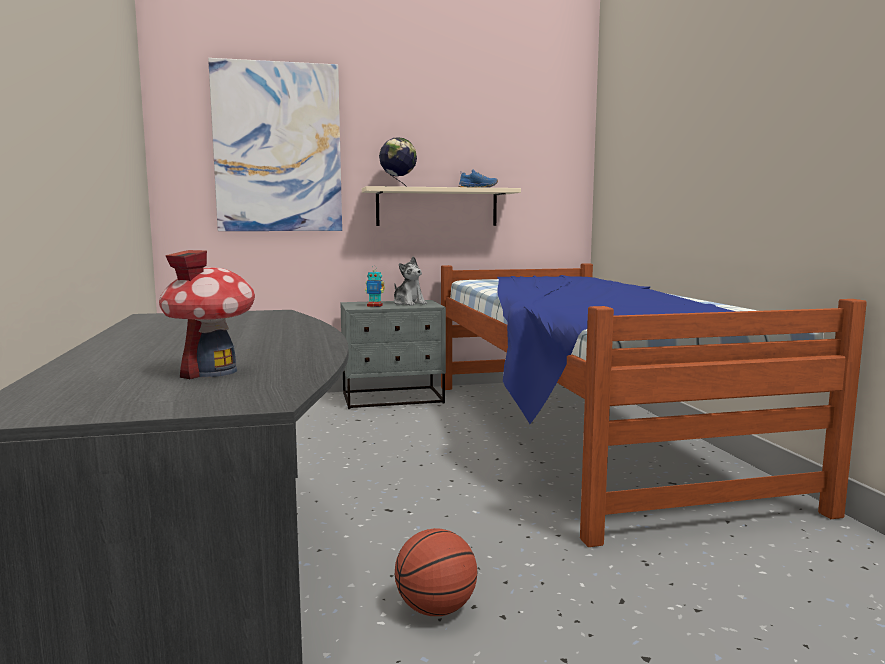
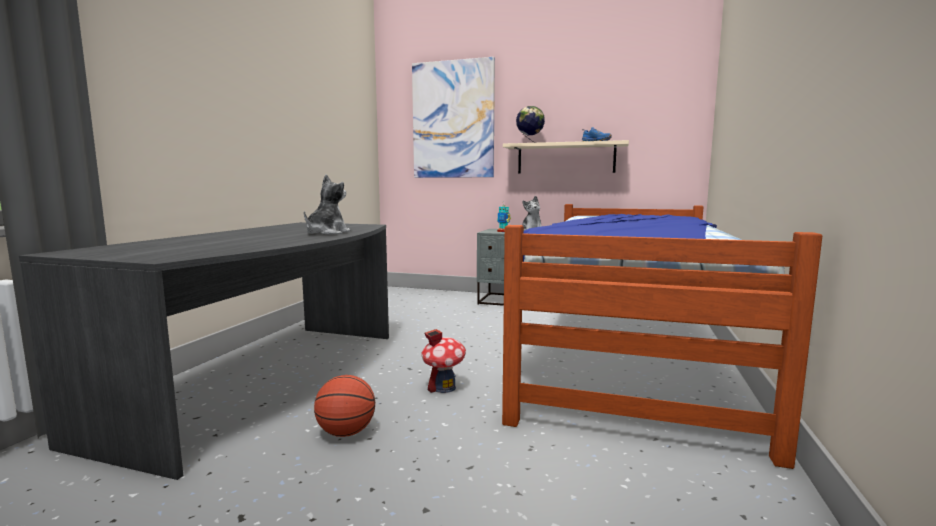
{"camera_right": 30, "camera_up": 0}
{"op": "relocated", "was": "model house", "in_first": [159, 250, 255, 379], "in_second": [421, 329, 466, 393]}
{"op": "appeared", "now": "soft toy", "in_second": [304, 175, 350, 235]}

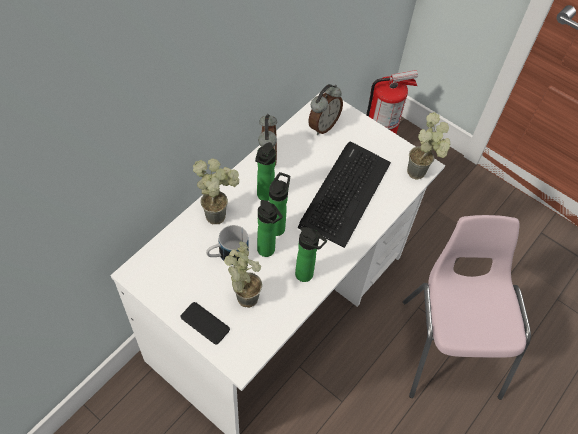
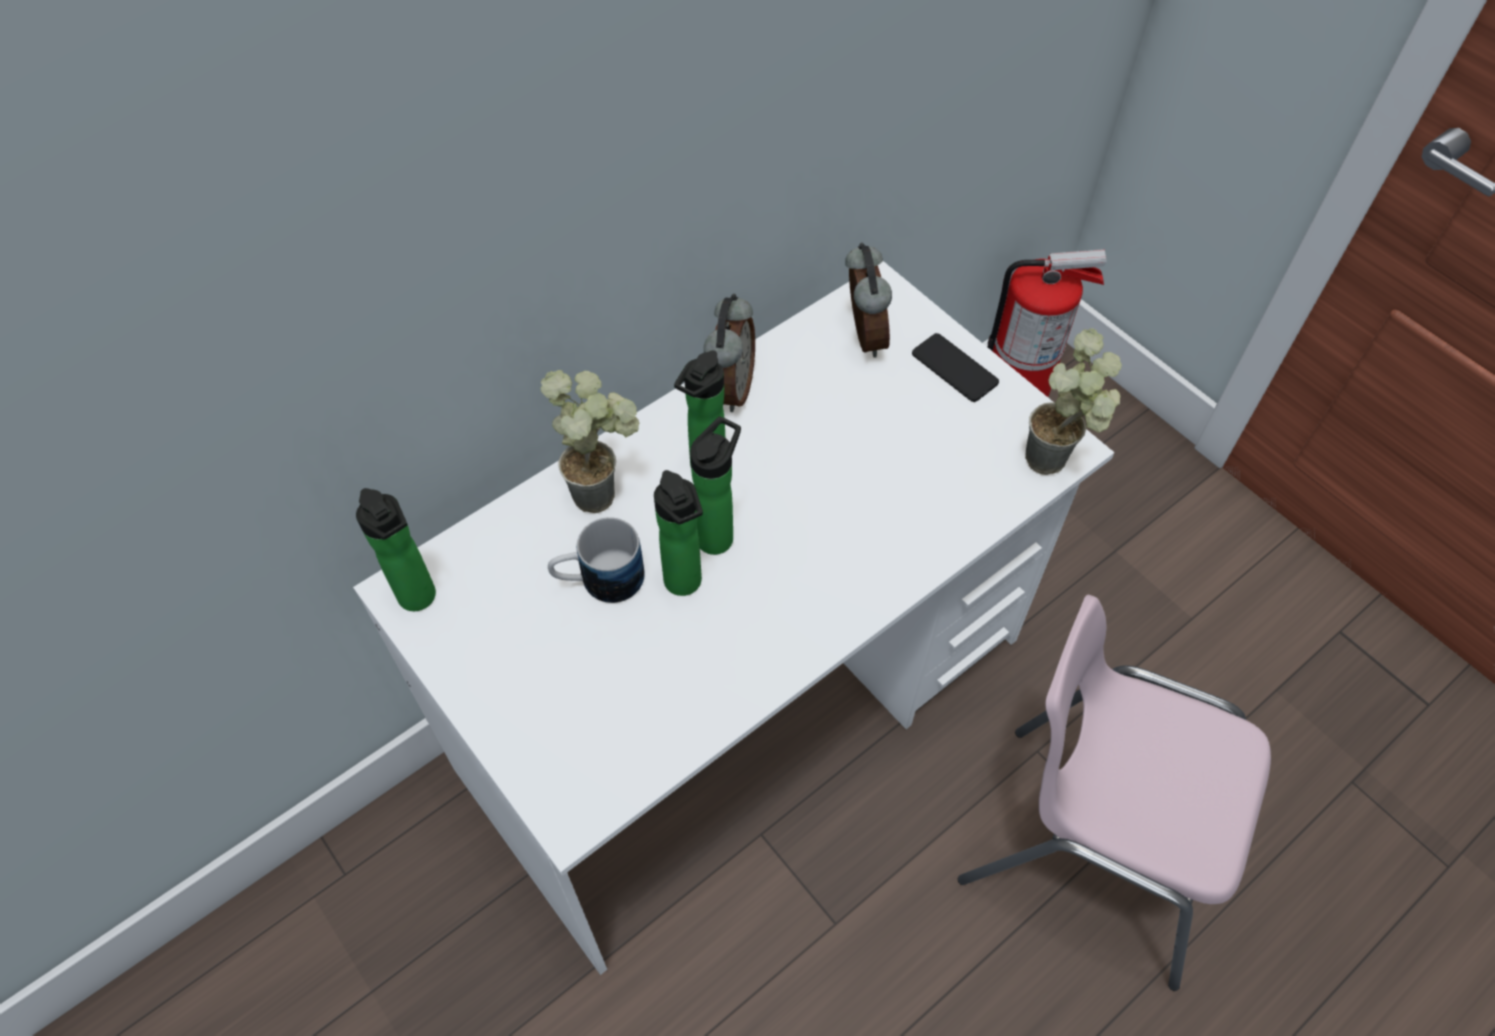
{"camera_right": 15, "camera_up": 0}
{"op": "spun", "was": "table clock", "in_first": [308, 84, 343, 135], "in_second": [845, 243, 892, 358], "clockwise": -60}
{"op": "missing", "was": "keyboard", "in_first": [298, 142, 391, 248]}
{"op": "spun", "was": "pinkish chair", "in_first": [403, 215, 531, 400], "in_second": [958, 595, 1271, 991], "clockwise": -75}
{"op": "relocated", "was": "beverage bottle", "in_first": [295, 227, 327, 282], "in_second": [356, 488, 436, 611]}
{"op": "missing", "was": "potted plant", "in_first": [224, 241, 262, 308]}
{"op": "relocated", "was": "phone", "in_first": [180, 302, 230, 345], "in_second": [912, 333, 999, 402]}

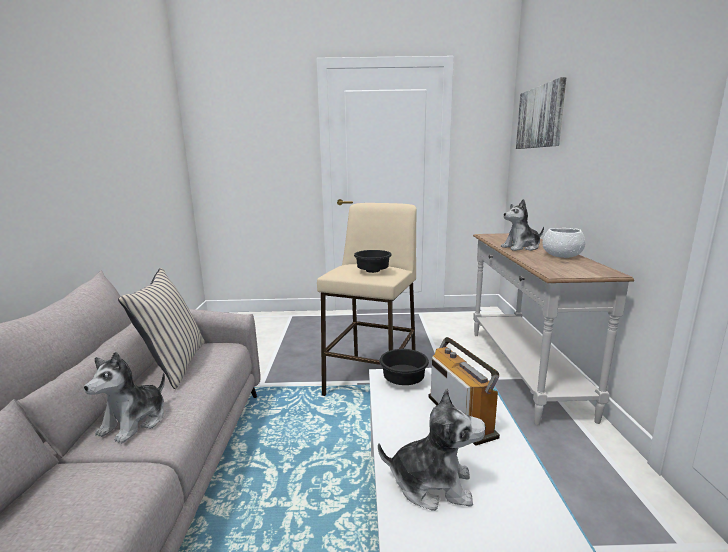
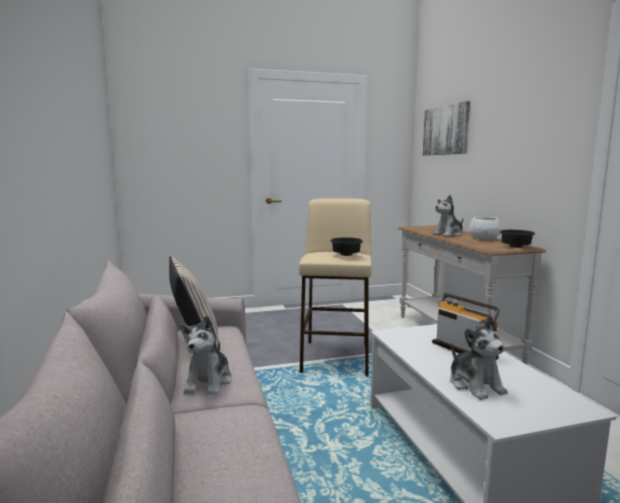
{"camera_right": -15, "camera_up": -5}
{"op": "relocated", "was": "black-coloured deep dish", "in_first": [379, 349, 429, 385], "in_second": [500, 230, 535, 248]}
{"op": "spun", "was": "soft toy", "in_first": [378, 389, 486, 511], "in_second": [450, 316, 508, 400], "clockwise": 75}

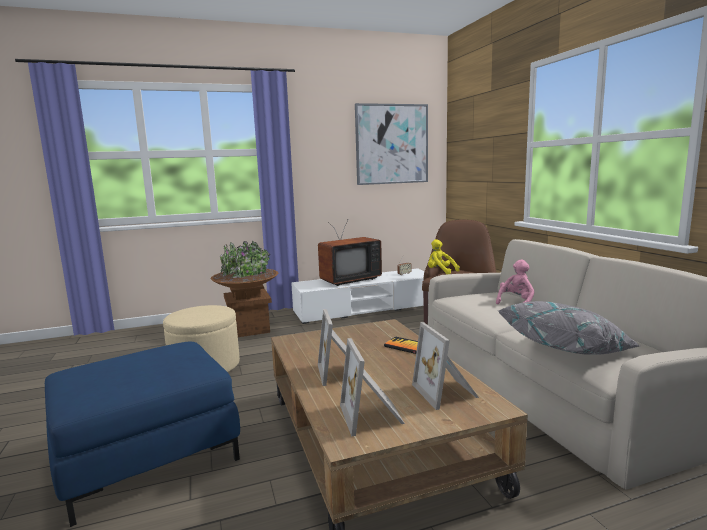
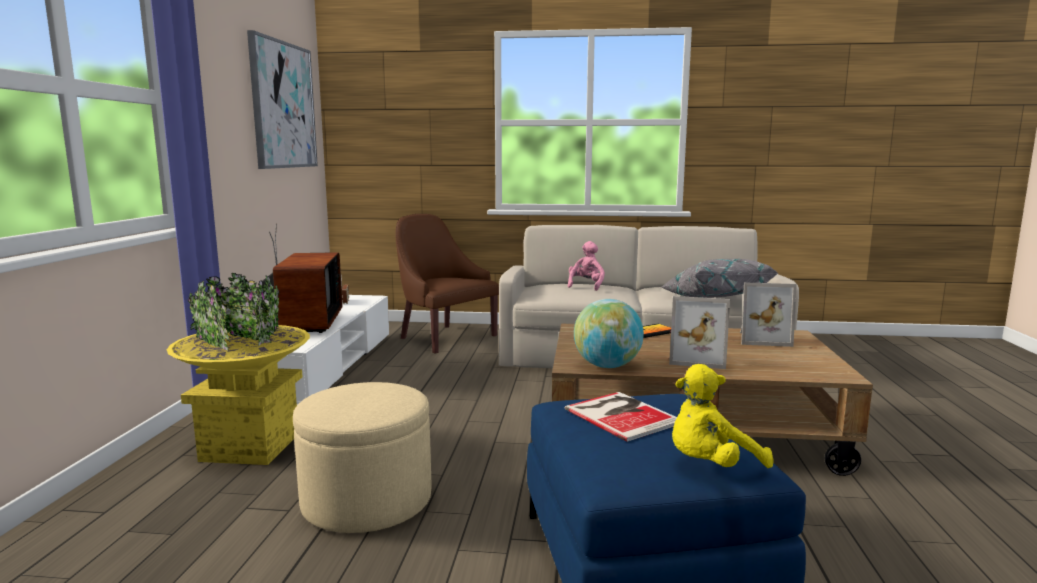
{"camera_right": -65, "camera_up": 0}
{"op": "relocated", "was": "yellowish soft toy", "in_first": [428, 239, 460, 274], "in_second": [672, 364, 773, 468]}
{"op": "colour", "was": "brown plant pot", "now": "yellowish plant pot", "in_first": [211, 241, 279, 337], "in_second": [167, 273, 310, 465]}
{"op": "spun", "was": "pinkish soft toy", "in_first": [496, 260, 535, 304], "in_second": [568, 241, 605, 291], "clockwise": 45}
{"op": "missing", "was": "picture frame", "in_first": [340, 338, 405, 436]}
{"op": "appeared", "now": "globe", "in_second": [574, 299, 644, 368]}
{"op": "appeared", "now": "bound book", "in_second": [565, 392, 677, 442]}

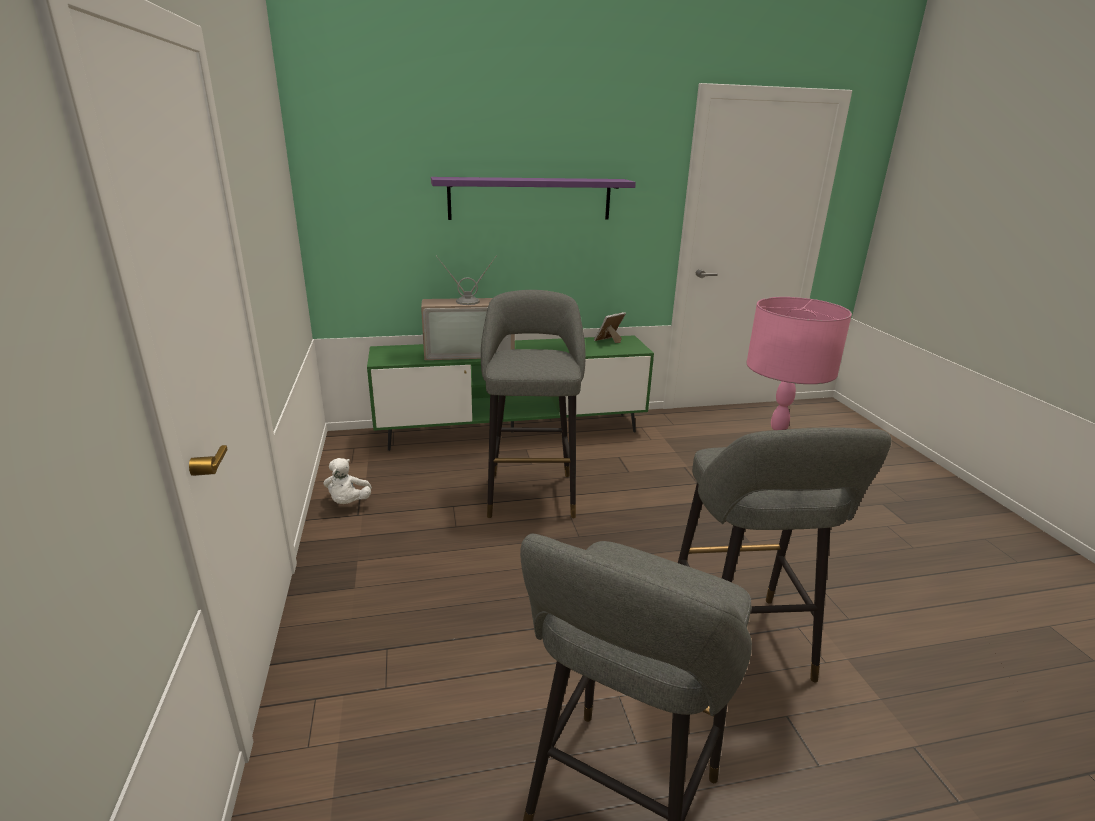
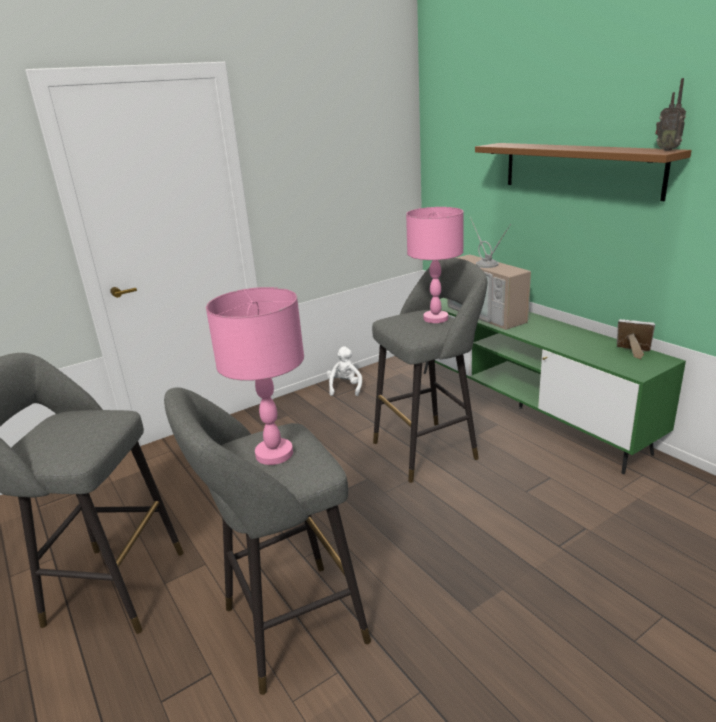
{"camera_right": 70, "camera_up": 0}
{"op": "colour", "was": "purplish shelf", "now": "brown shelf", "in_first": [431, 177, 636, 220], "in_second": [475, 143, 692, 201]}
{"op": "spun", "was": "white-coloured soft toy", "in_first": [323, 458, 372, 504], "in_second": [326, 347, 362, 396], "clockwise": 120}
{"op": "appeared", "now": "radio set", "in_second": [655, 78, 686, 151]}
{"op": "appeared", "now": "pinkish table lamp", "in_second": [406, 207, 464, 323]}

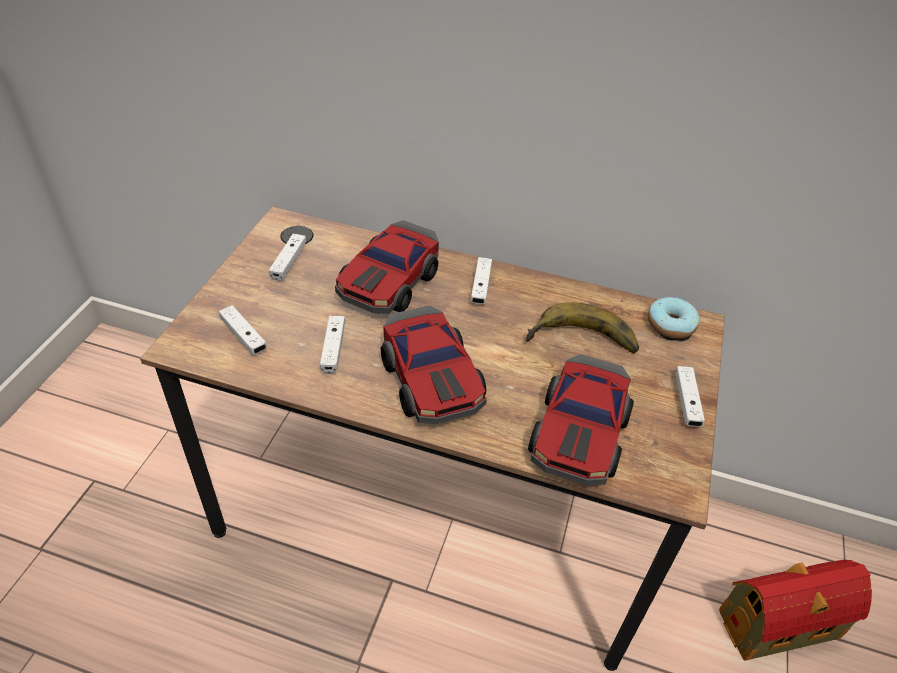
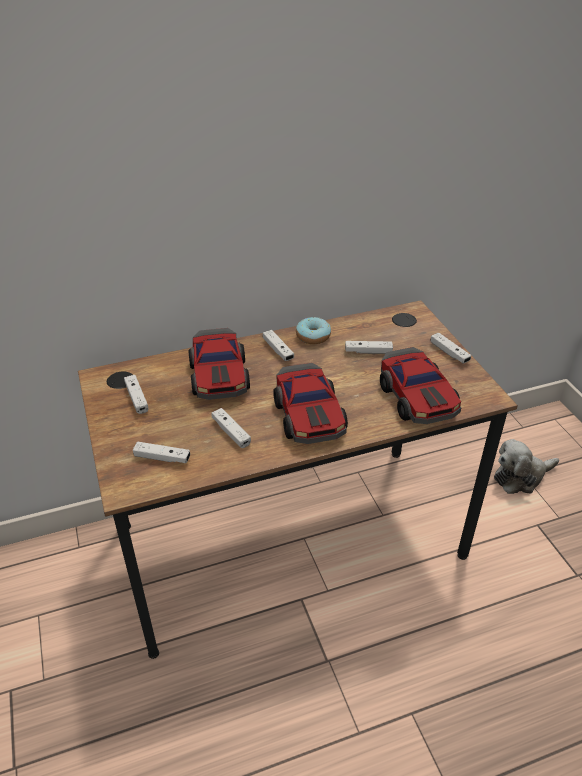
{"camera_right": -35, "camera_up": -5}
{"op": "relocated", "was": "doughnut", "in_first": [648, 296, 699, 339], "in_second": [296, 317, 331, 344]}
{"op": "exchanged", "was": "whole banana", "now": "white-coloured gamepad", "in_first": [525, 302, 639, 354], "in_second": [345, 341, 393, 354]}
{"op": "spun", "was": "miniature car", "in_first": [381, 305, 487, 425], "in_second": [273, 363, 348, 444], "clockwise": 45}
{"op": "exchanged", "was": "model house", "now": "soft toy", "in_first": [719, 559, 872, 661], "in_second": [494, 439, 559, 494]}

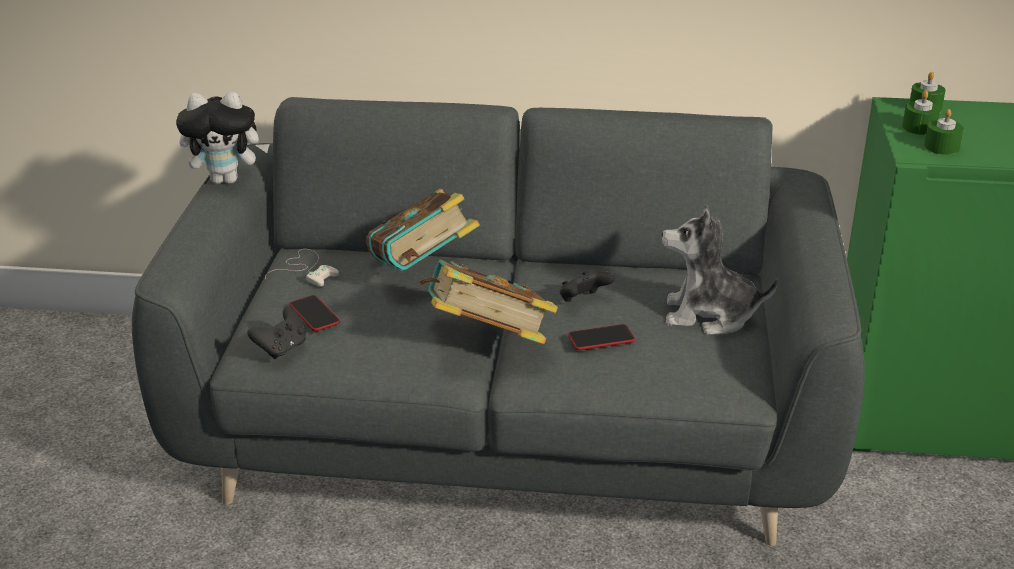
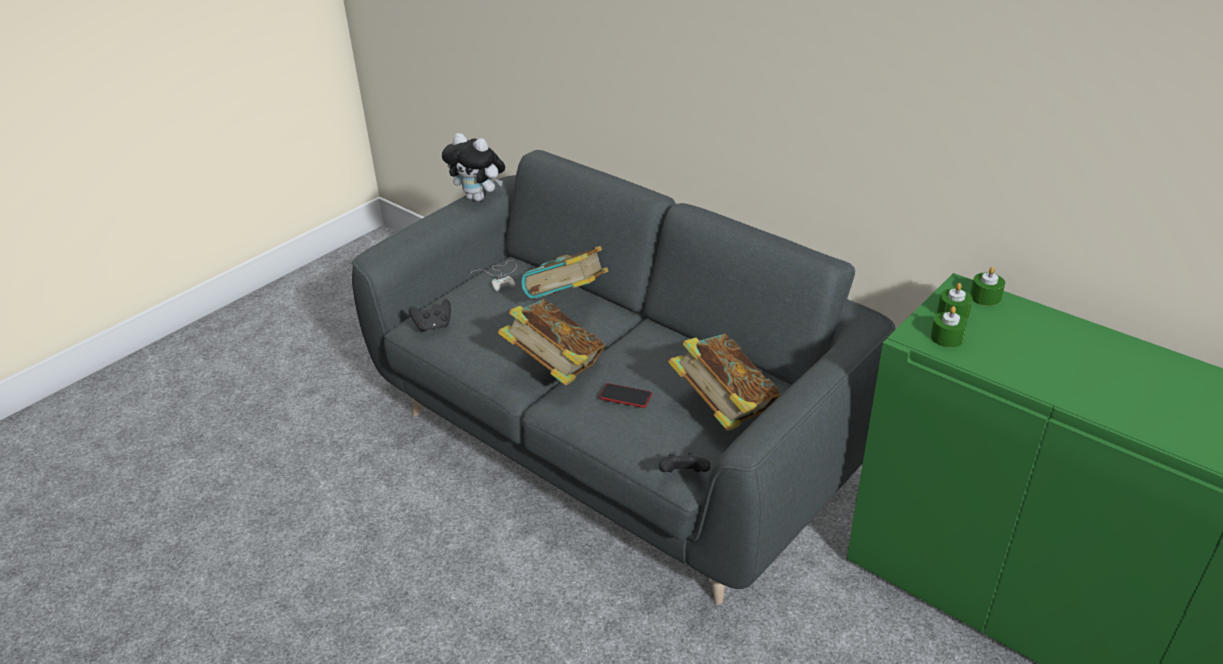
{"camera_right": 35, "camera_up": 5}
{"op": "exchanged", "was": "soft toy", "now": "bound book", "in_first": [662, 205, 778, 335], "in_second": [668, 334, 781, 431]}
{"op": "relocated", "was": "black-coloured gamepad", "in_first": [560, 271, 615, 302], "in_second": [659, 452, 710, 472]}
{"op": "missing", "was": "phone", "in_first": [289, 295, 340, 331]}

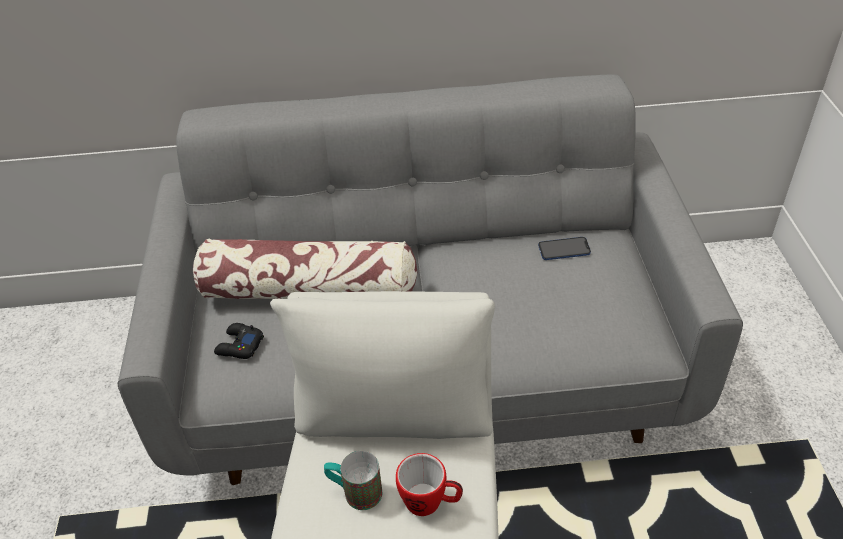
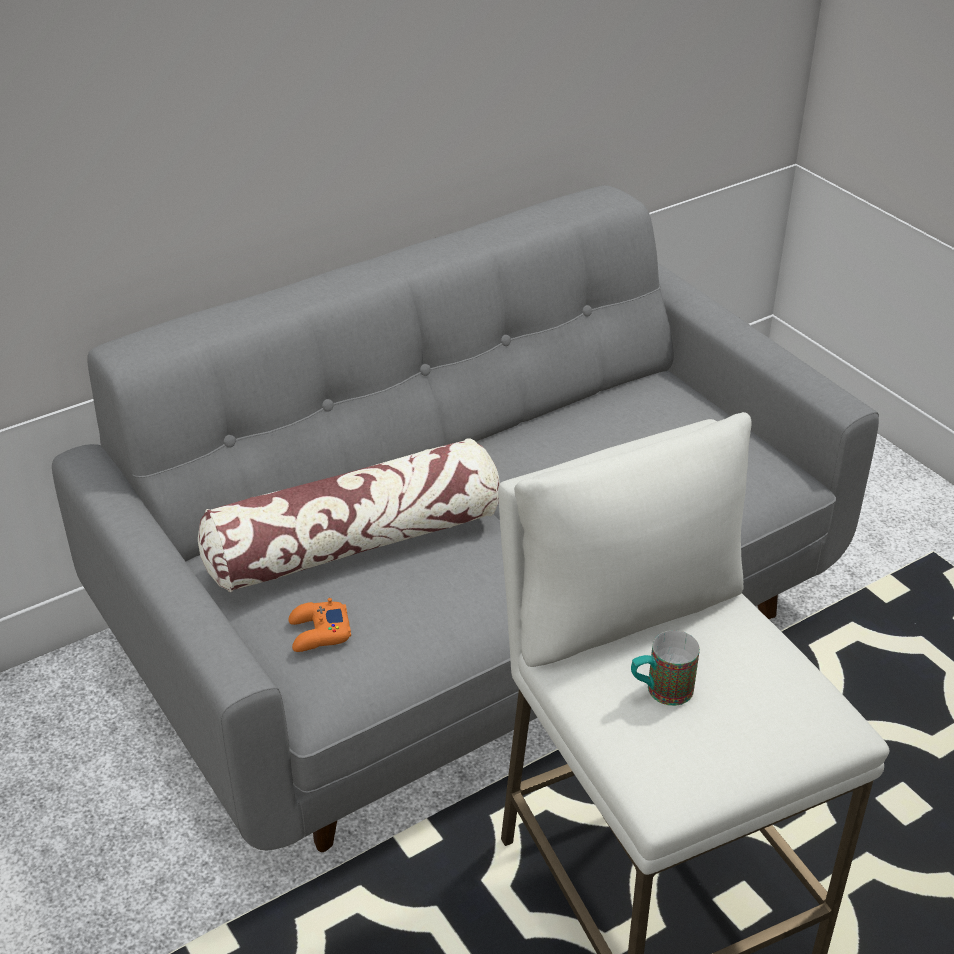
{"camera_right": -30, "camera_up": -5}
{"op": "missing", "was": "phone", "in_first": [538, 237, 591, 260]}
{"op": "colour", "was": "black-coloured gamepad", "now": "orange gamepad", "in_first": [214, 323, 264, 359], "in_second": [288, 598, 351, 652]}
{"op": "missing", "was": "tea mug", "in_first": [396, 453, 463, 516]}

